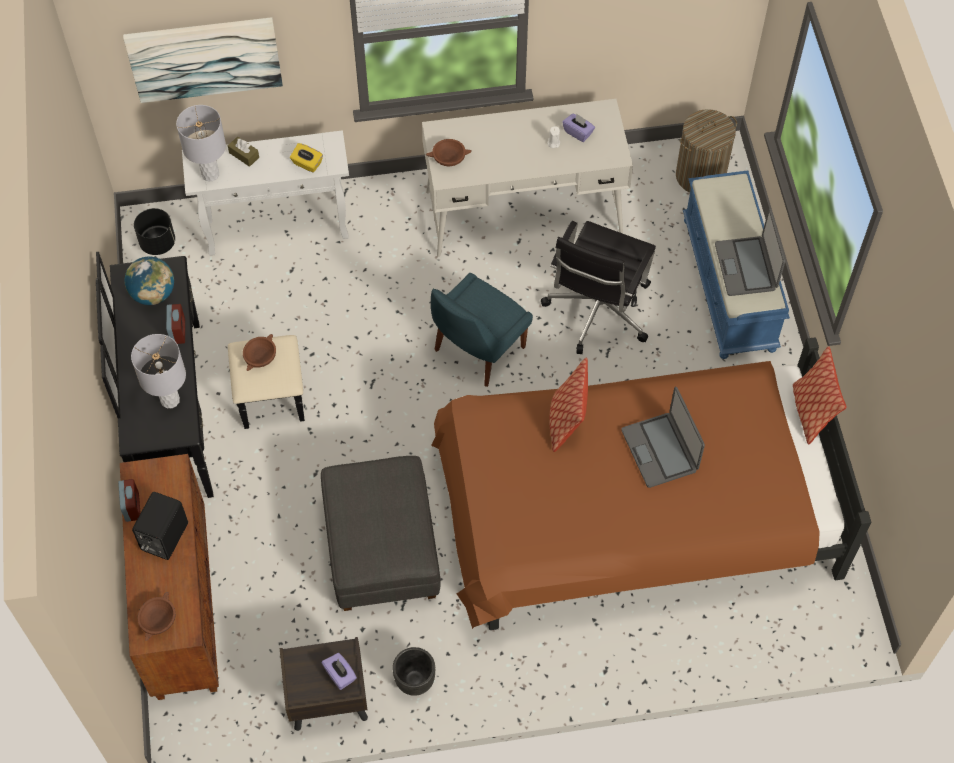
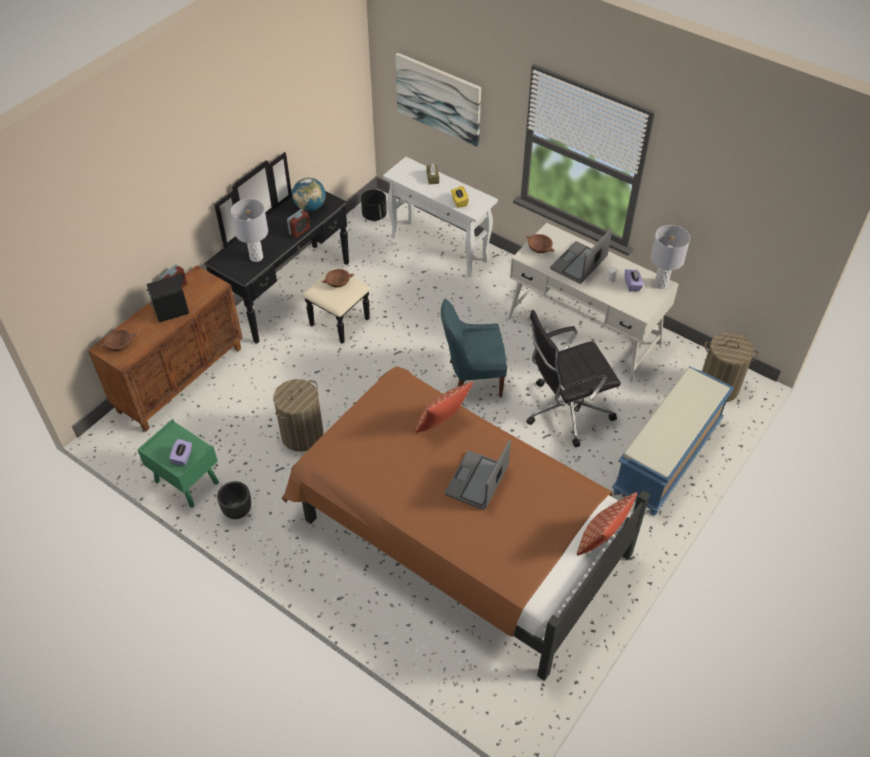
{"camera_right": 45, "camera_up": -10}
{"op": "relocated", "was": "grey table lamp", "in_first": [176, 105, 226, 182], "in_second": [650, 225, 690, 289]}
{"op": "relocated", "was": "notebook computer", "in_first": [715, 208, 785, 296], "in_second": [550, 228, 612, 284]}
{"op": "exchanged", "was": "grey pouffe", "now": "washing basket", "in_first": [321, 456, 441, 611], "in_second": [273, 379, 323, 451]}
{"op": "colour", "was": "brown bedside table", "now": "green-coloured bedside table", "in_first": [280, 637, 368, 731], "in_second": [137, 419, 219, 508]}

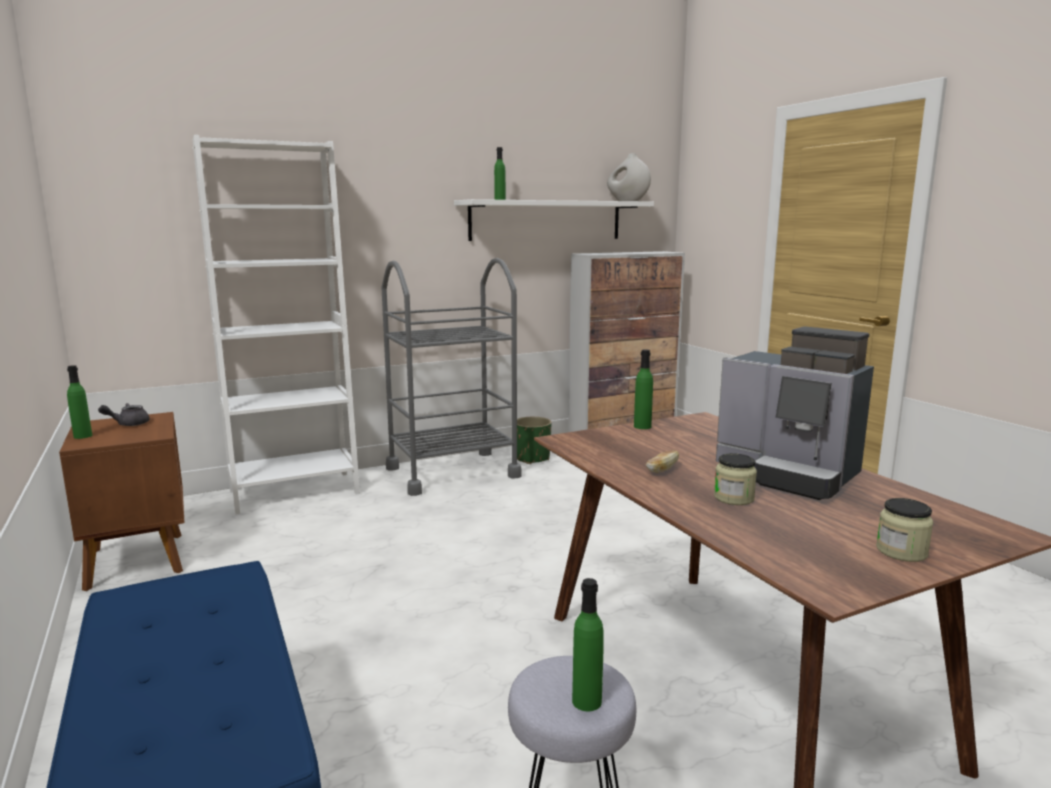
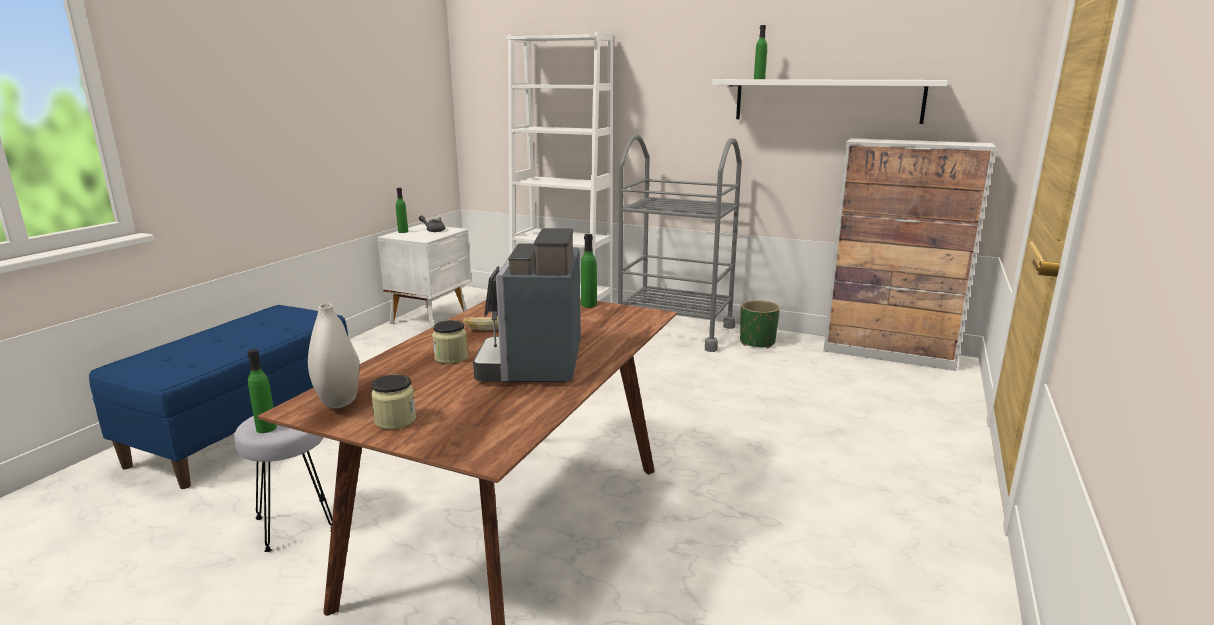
{"camera_right": 50, "camera_up": 5}
{"op": "relocated", "was": "white-coloured decorative vase", "in_first": [607, 153, 651, 201], "in_second": [308, 303, 359, 408]}
{"op": "colour", "was": "brown bedside table", "now": "white-coloured bedside table", "in_first": [59, 412, 184, 591], "in_second": [377, 224, 472, 328]}

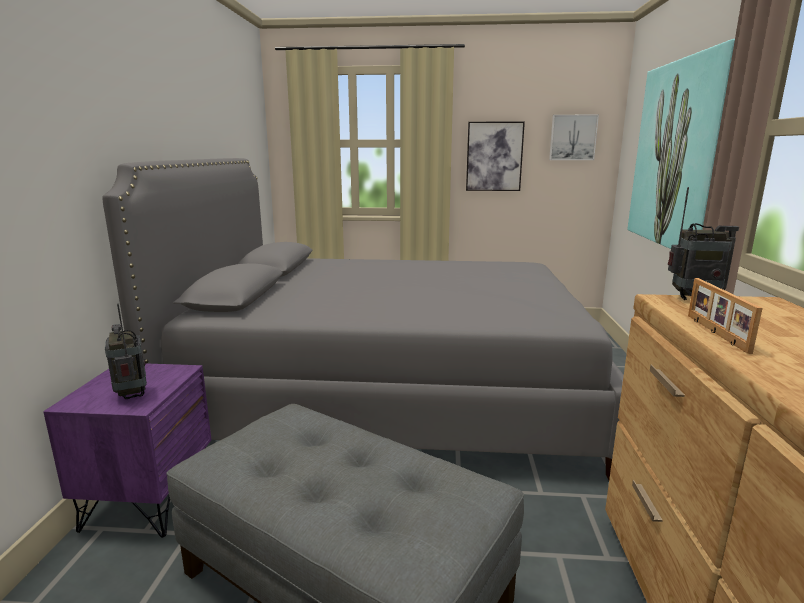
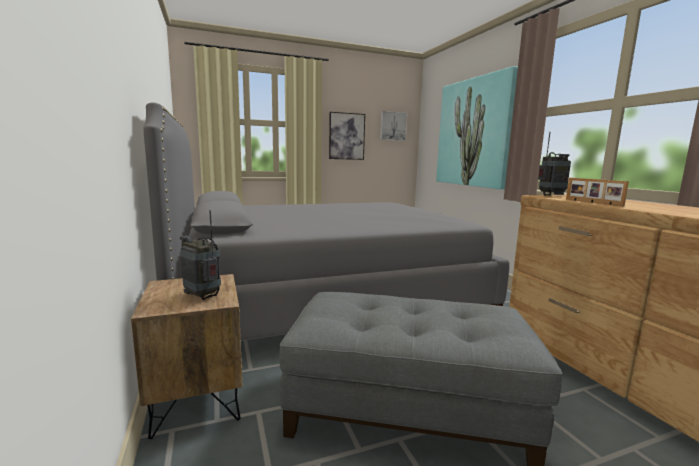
{"camera_right": -25, "camera_up": -5}
{"op": "colour", "was": "purplish bedside table", "now": "brown bedside table", "in_first": [43, 363, 212, 538], "in_second": [131, 274, 243, 439]}

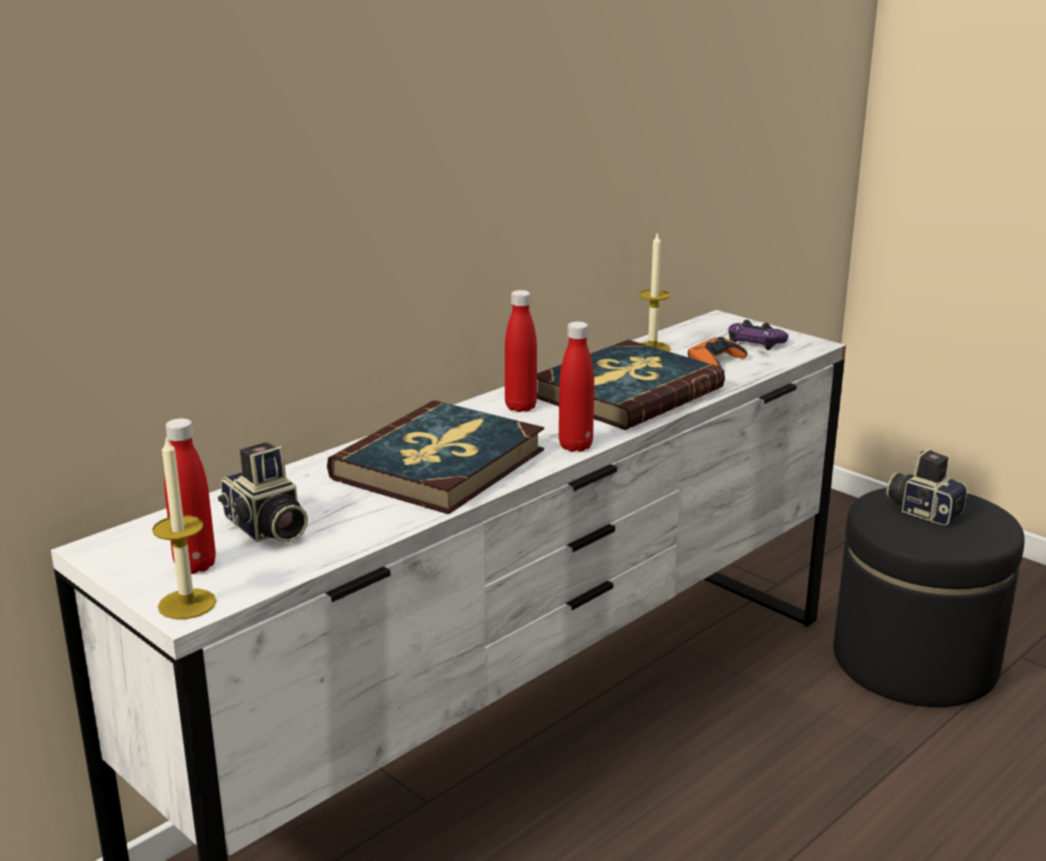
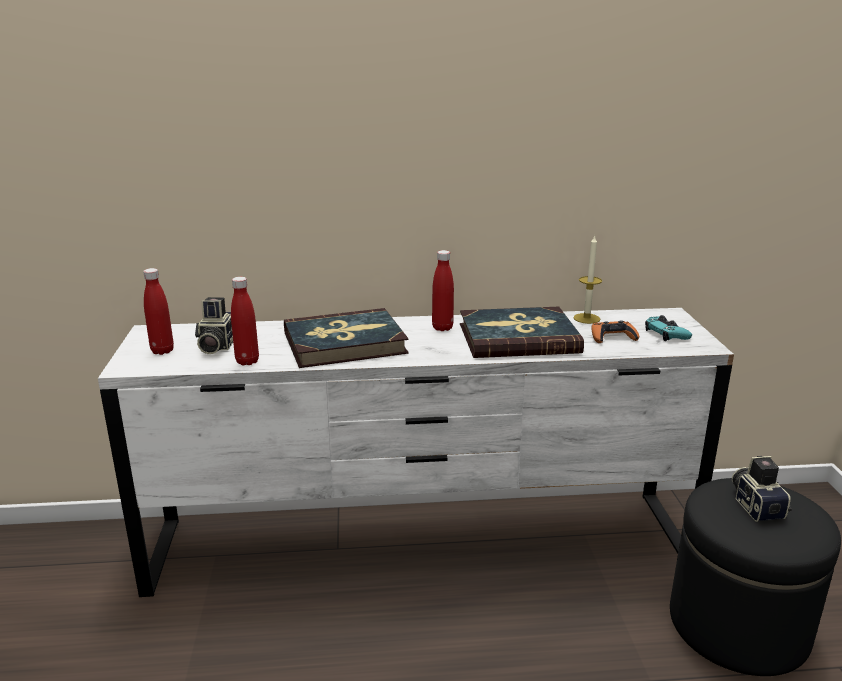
{"camera_right": 40, "camera_up": 0}
{"op": "colour", "was": "purplish gamepad", "now": "turquoise-coloured gamepad", "in_first": [728, 320, 789, 350], "in_second": [645, 315, 692, 341]}
{"op": "relocated", "was": "red beverage bottle", "in_first": [559, 322, 594, 452], "in_second": [231, 277, 259, 366]}
{"op": "missing", "was": "wax candle", "in_first": [152, 435, 216, 619]}

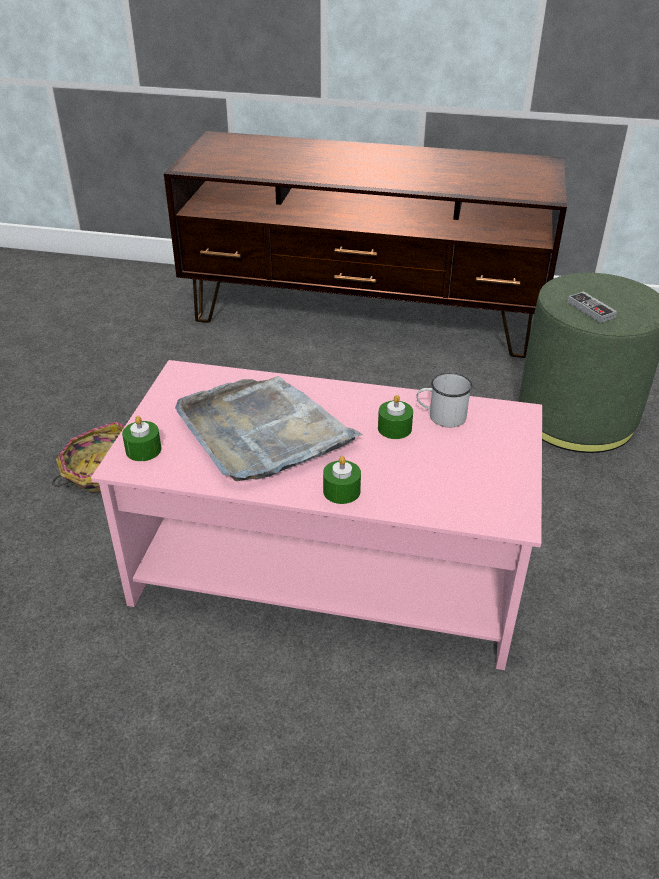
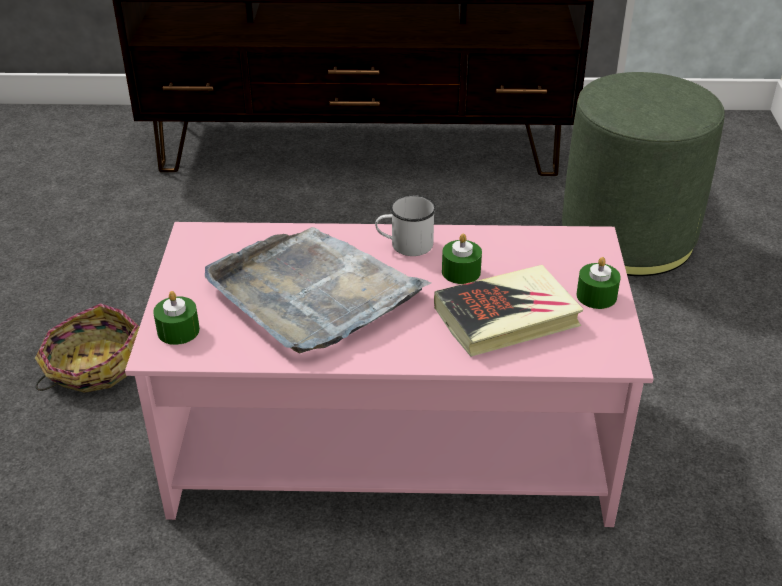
{"camera_right": -10, "camera_up": 0}
{"op": "missing", "was": "gamepad", "in_first": [567, 291, 617, 323]}
{"op": "relocated", "was": "white-coloured tea mug", "in_first": [417, 373, 472, 428], "in_second": [375, 195, 436, 256]}
{"op": "relocated", "was": "green-coloured wax candle", "in_first": [323, 456, 361, 504], "in_second": [576, 257, 621, 309]}
{"op": "appeared", "now": "bound book", "in_second": [434, 265, 584, 357]}

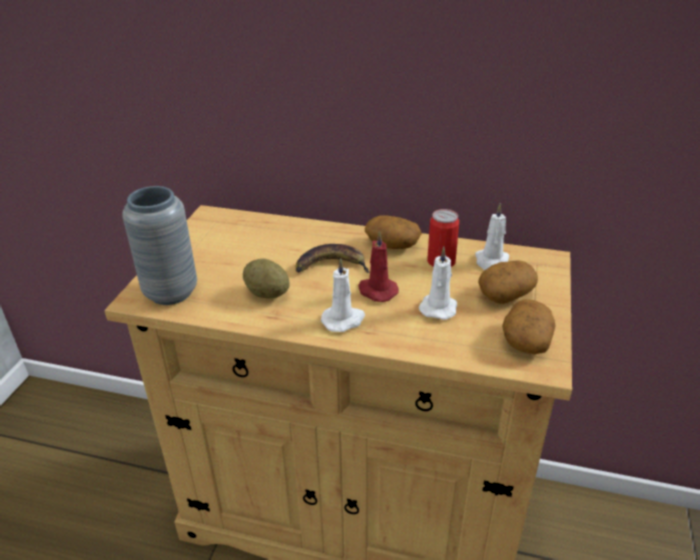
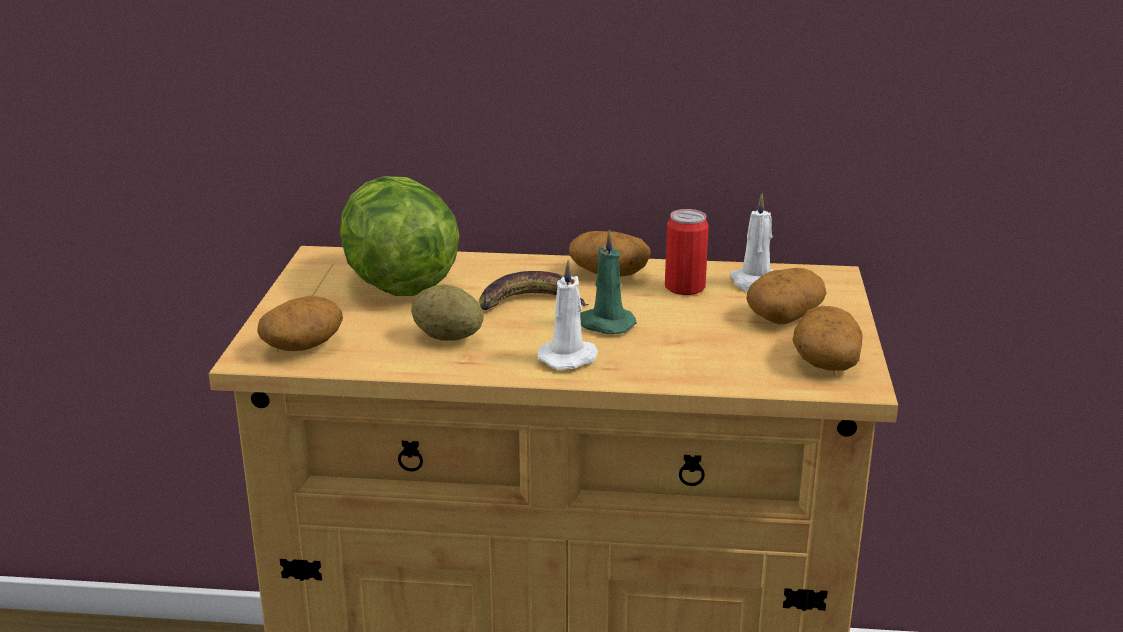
{"camera_right": -10, "camera_up": -10}
{"op": "exchanged", "was": "grey decorative vase", "now": "whole potato", "in_first": [122, 186, 197, 305], "in_second": [257, 296, 343, 351]}
{"op": "colour", "was": "red wax candle", "now": "green-coloured wax candle", "in_first": [358, 231, 399, 302], "in_second": [580, 230, 637, 334]}
{"op": "missing", "was": "white-coloured wax candle", "in_first": [419, 247, 457, 320]}
{"op": "appeared", "now": "lettuce", "in_second": [340, 176, 460, 296]}

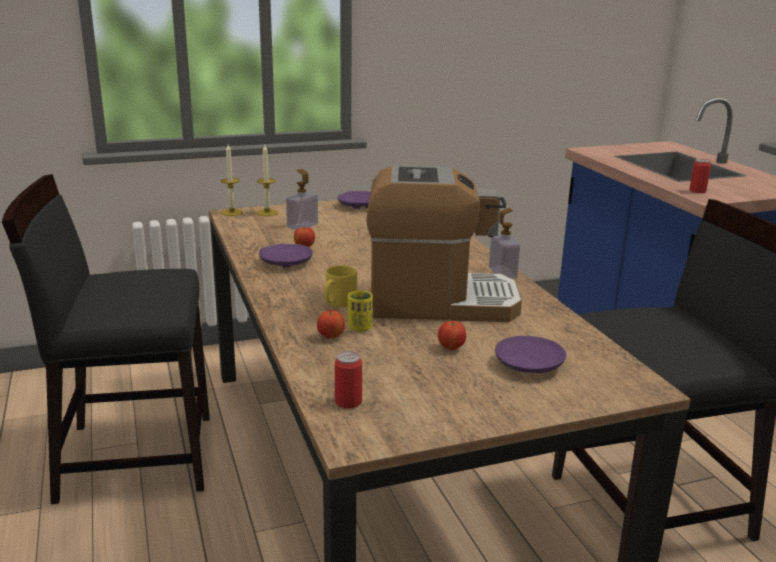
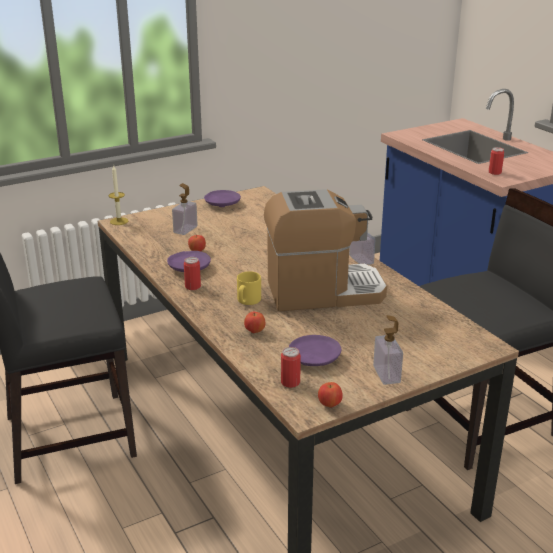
{"camera_right": -10, "camera_up": 5}
{"op": "missing", "was": "wax candle", "in_first": [257, 145, 278, 216]}
{"op": "missing", "was": "yellowish drinking cup", "in_first": [348, 291, 373, 332]}
{"op": "relocated", "was": "whole apple", "in_first": [438, 321, 466, 350], "in_second": [318, 382, 343, 408]}
{"op": "relocated", "was": "purplish dinner plate", "in_first": [495, 336, 566, 373], "in_second": [289, 335, 341, 366]}
{"op": "appeared", "now": "can", "in_second": [184, 257, 201, 290]}
{"op": "appeared", "now": "liquid soap bottle", "in_second": [373, 315, 403, 385]}

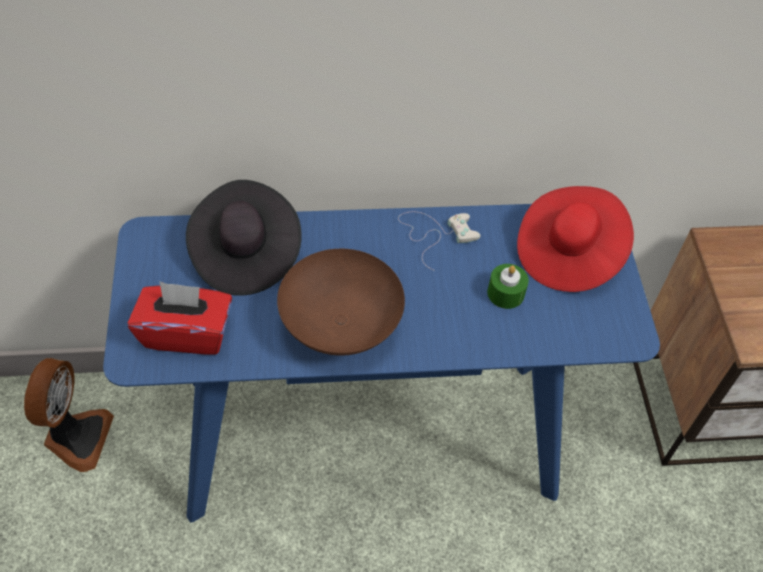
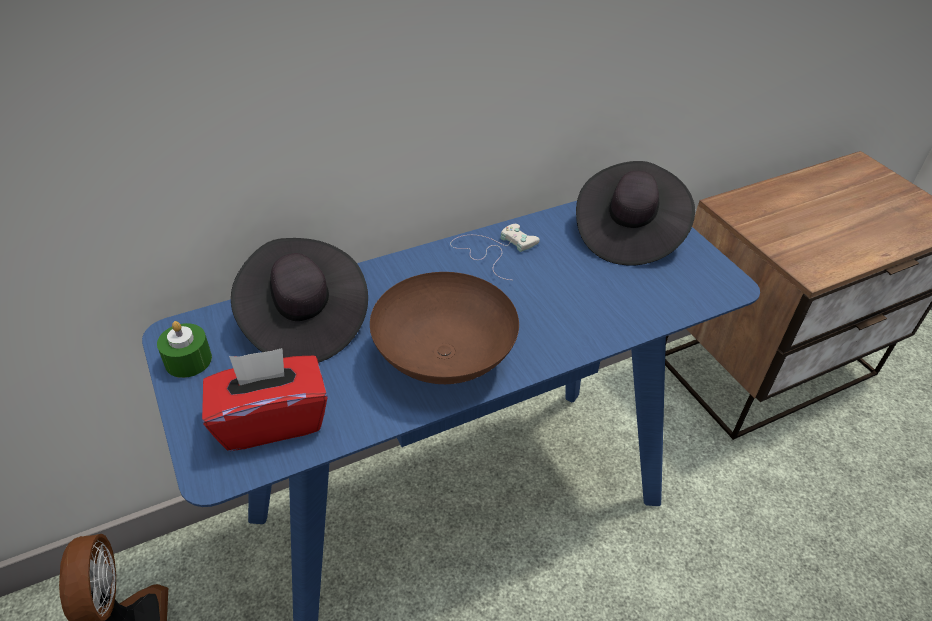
{"camera_right": -20, "camera_up": -10}
{"op": "colour", "was": "red clothing hat", "now": "black-coloured clothing hat", "in_first": [517, 186, 634, 292], "in_second": [576, 161, 695, 265]}
{"op": "relocated", "was": "green-coloured wax candle", "in_first": [487, 264, 529, 309], "in_second": [157, 321, 212, 378]}

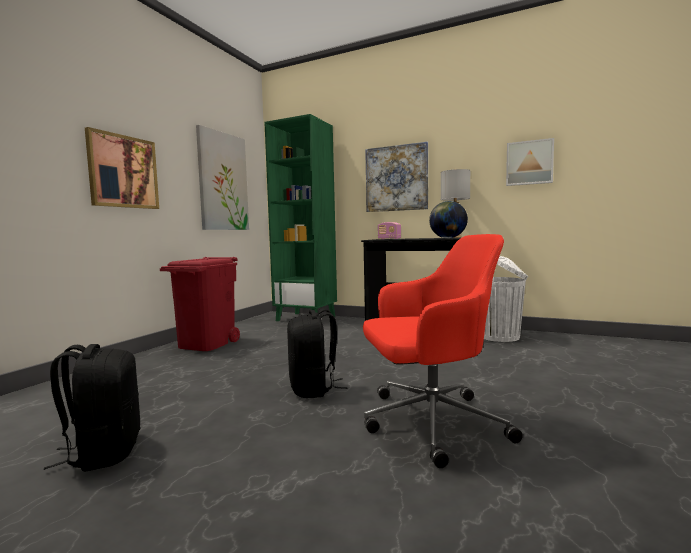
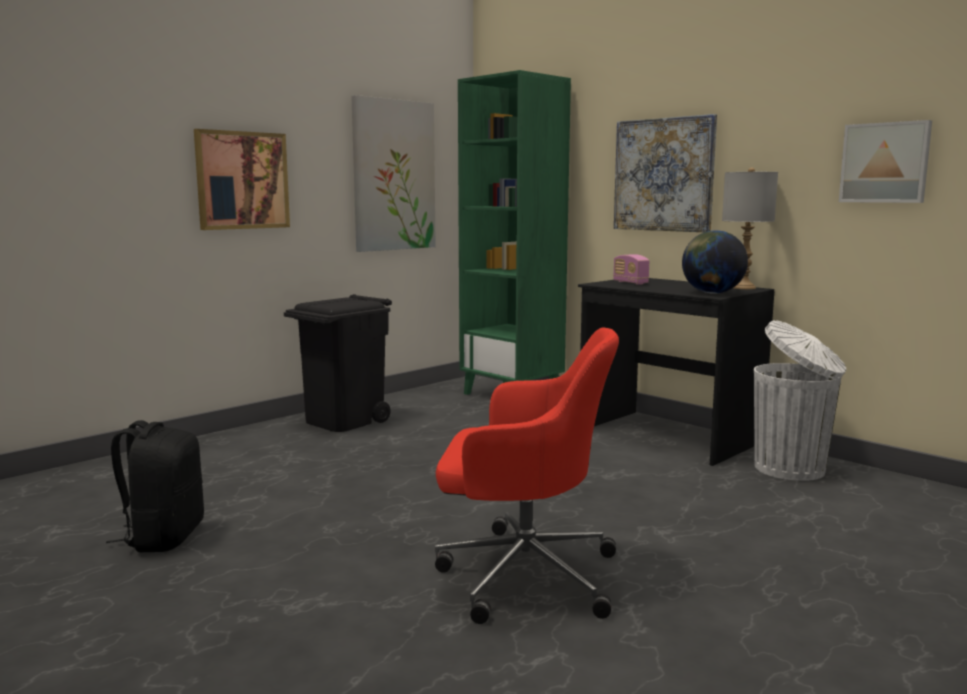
{"camera_right": 20, "camera_up": 5}
{"op": "colour", "was": "red trash can", "now": "black-coloured trash can", "in_first": [160, 257, 240, 351], "in_second": [284, 294, 392, 432]}
{"op": "missing", "was": "black-coloured backpack", "in_first": [287, 308, 348, 398]}

